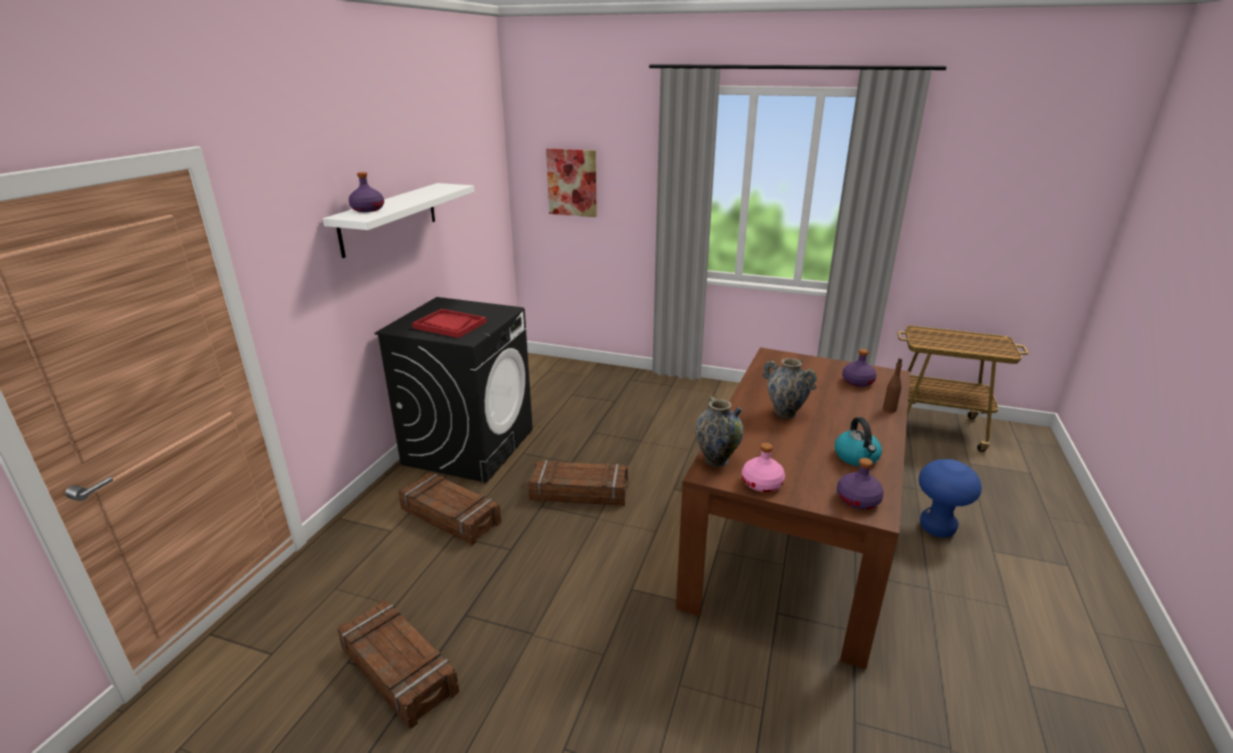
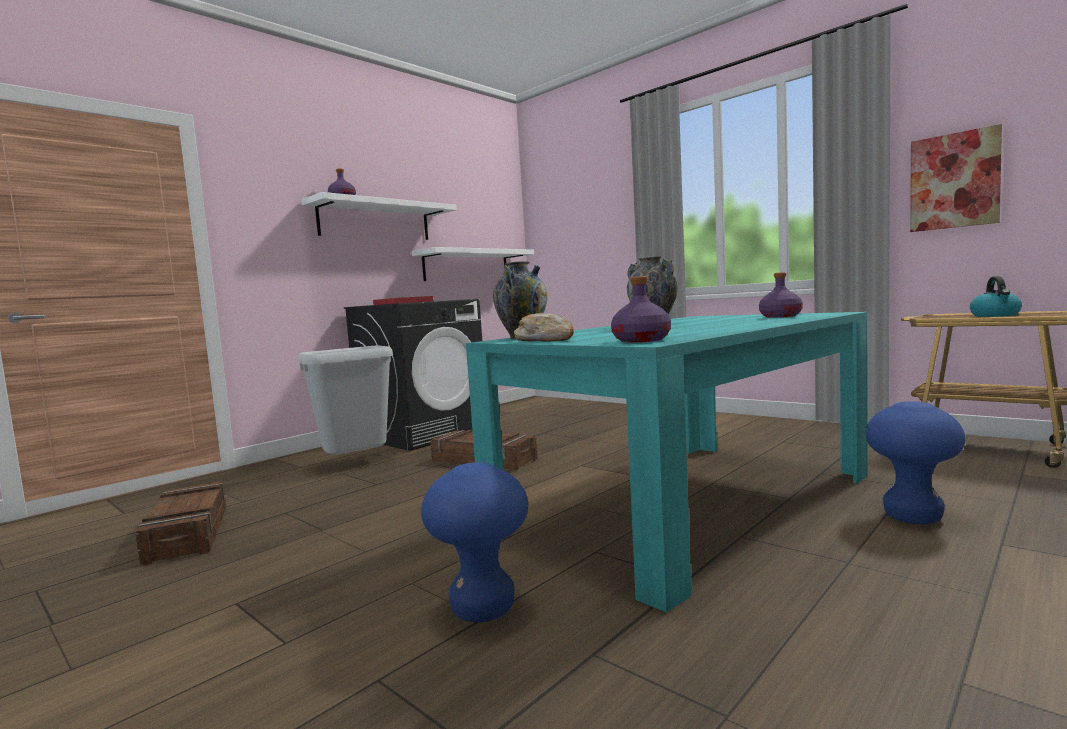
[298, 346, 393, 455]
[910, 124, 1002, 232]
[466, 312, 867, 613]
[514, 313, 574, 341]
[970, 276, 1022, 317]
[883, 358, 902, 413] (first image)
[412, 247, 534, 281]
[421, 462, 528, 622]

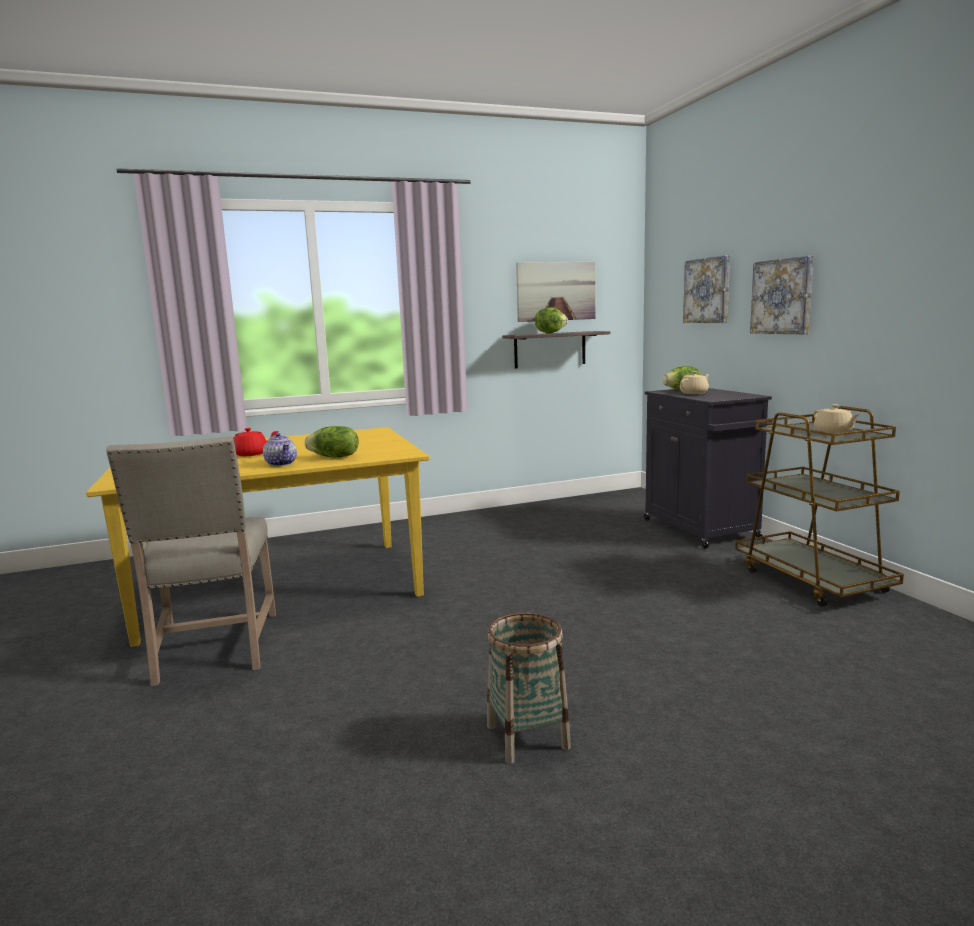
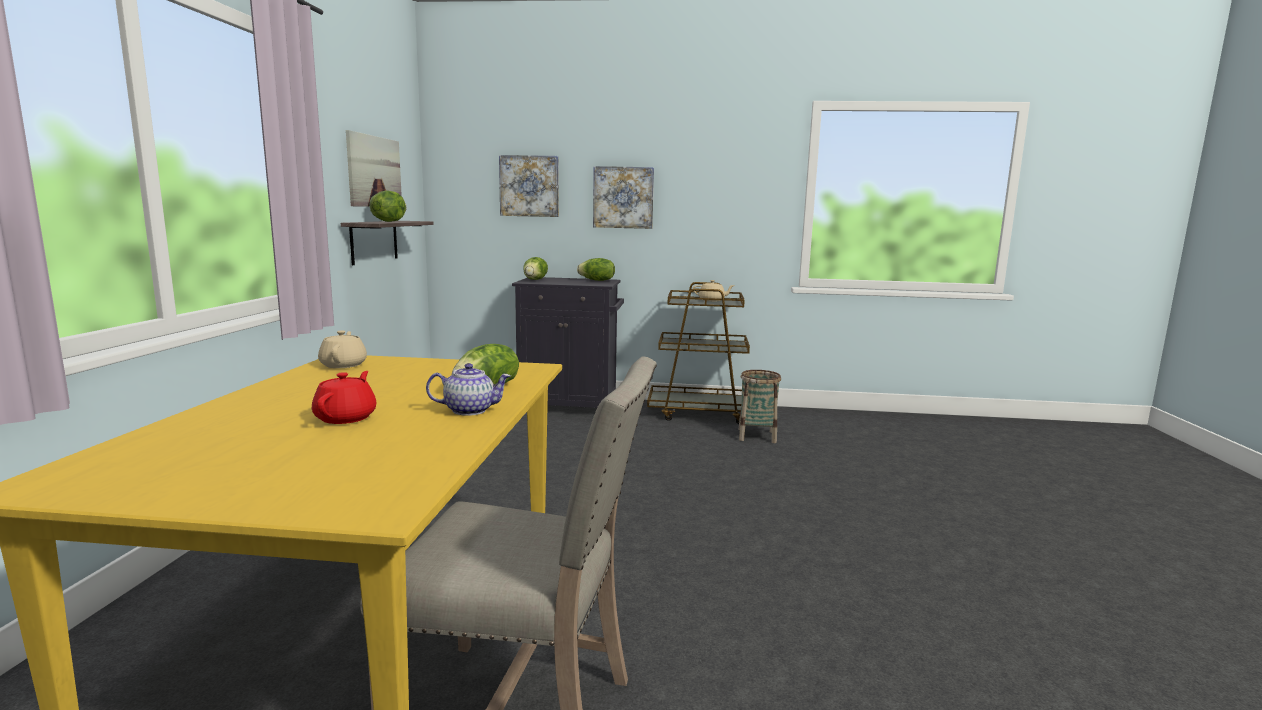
[738, 370, 781, 443]
[318, 330, 367, 368]
[577, 258, 615, 281]

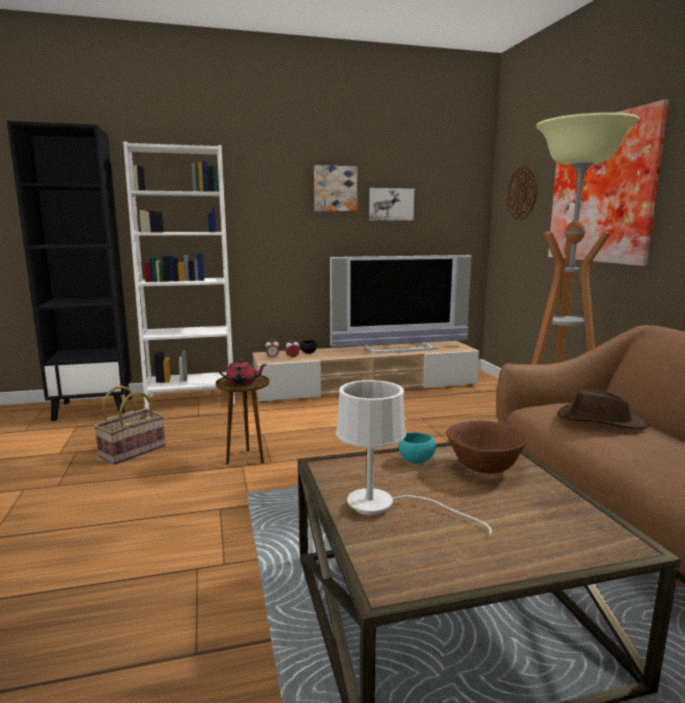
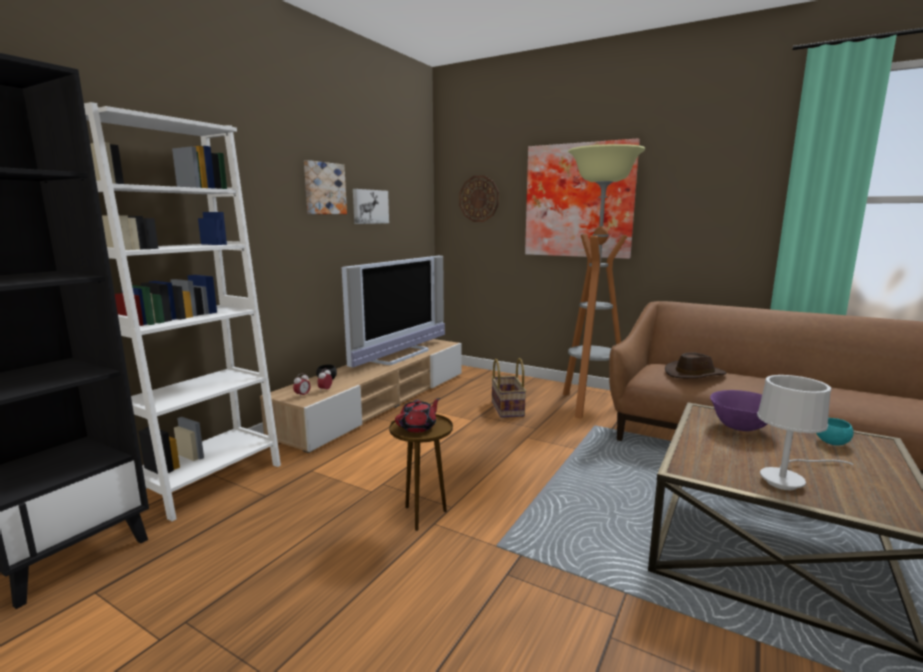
[491, 358, 526, 418]
[816, 418, 854, 445]
[710, 390, 767, 431]

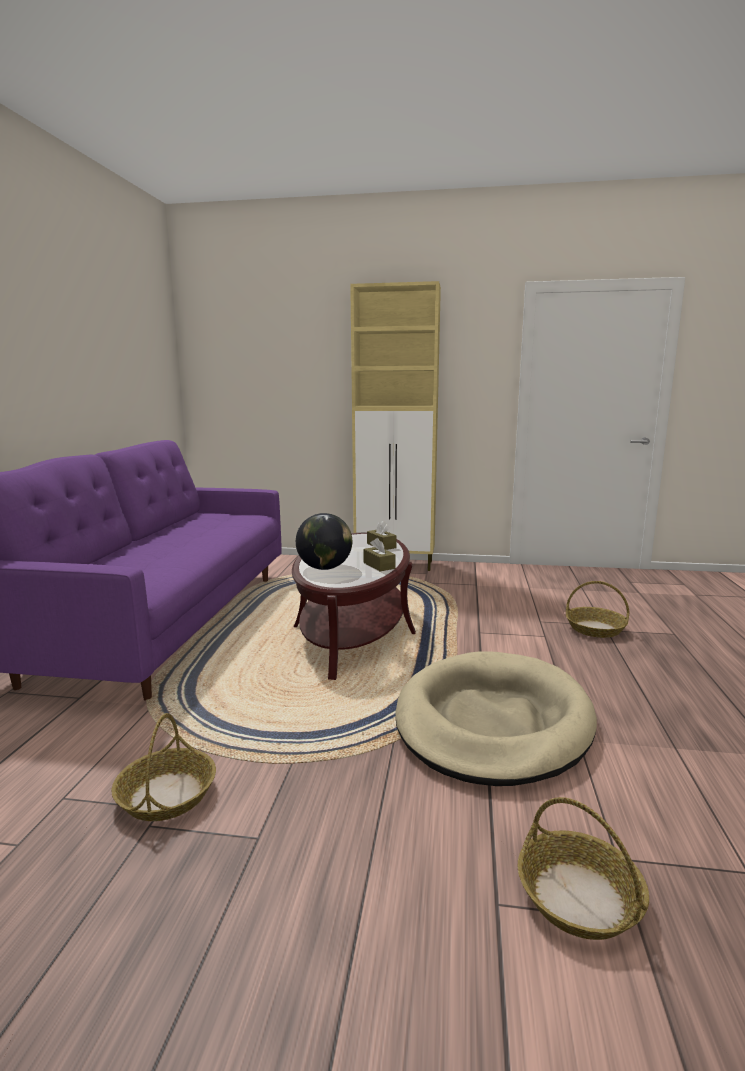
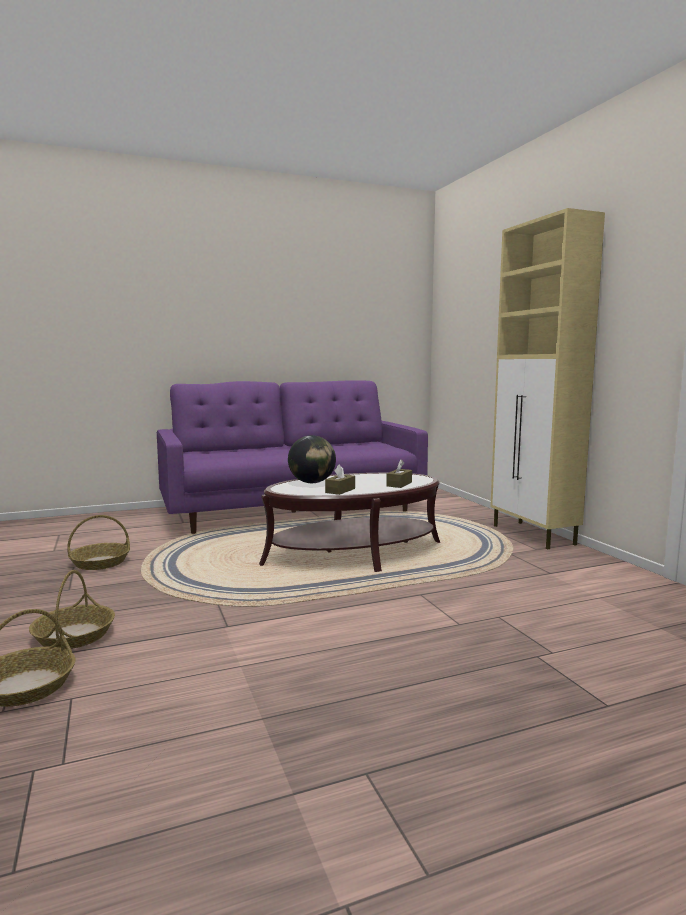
[395, 652, 597, 786] (first image)
[29, 570, 115, 649]

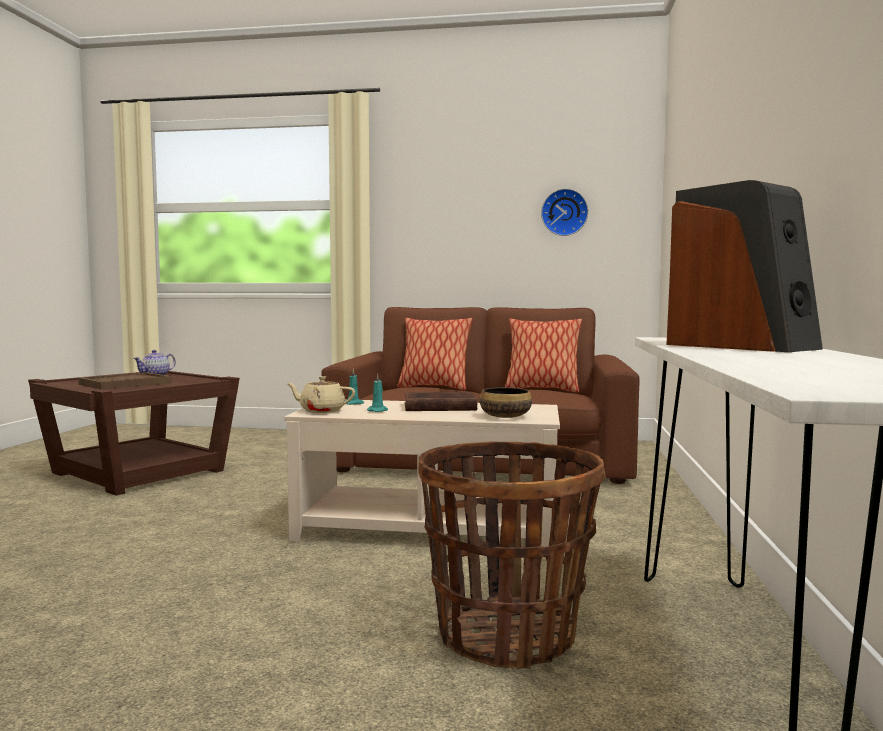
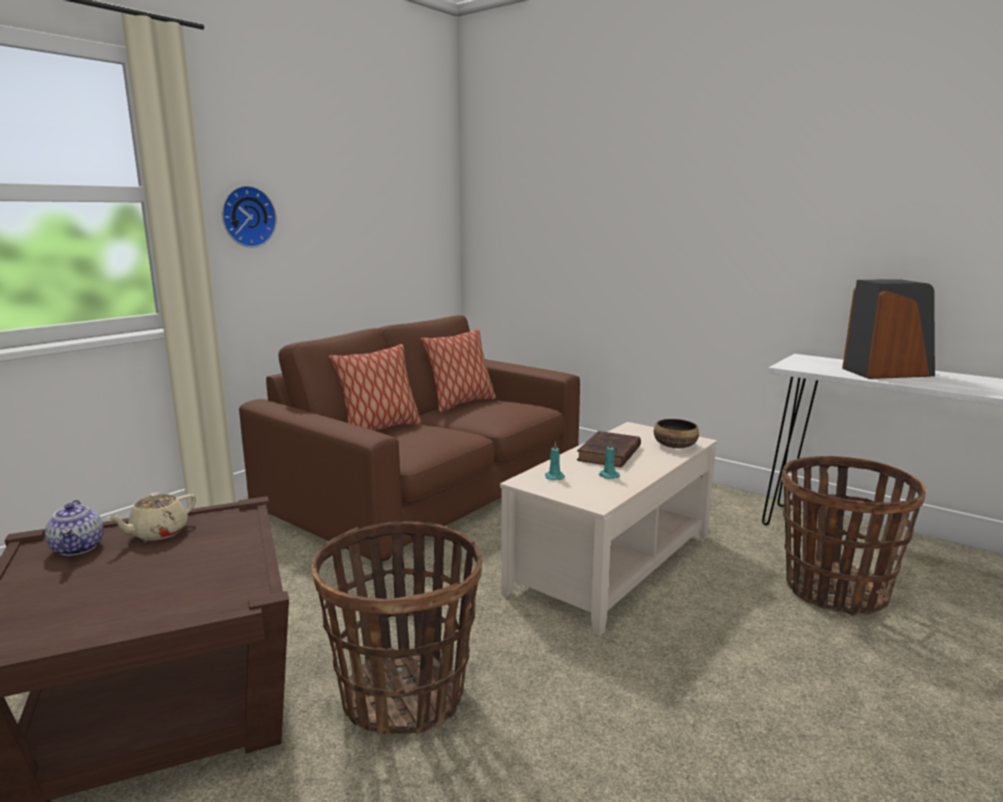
[78, 372, 172, 390] (first image)
[107, 492, 196, 541]
[222, 185, 277, 248]
[312, 521, 483, 735]

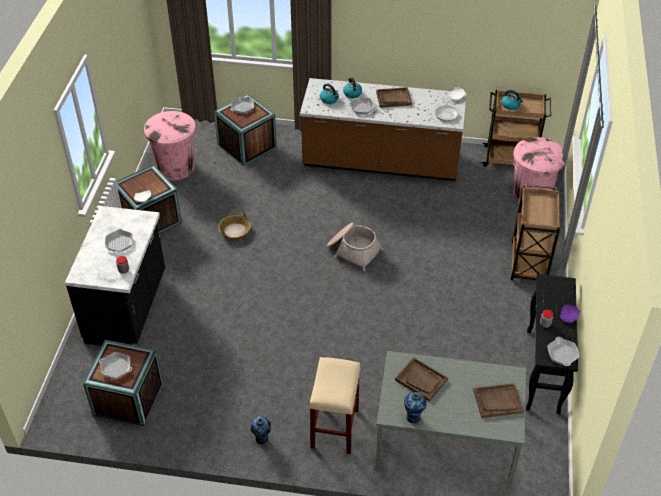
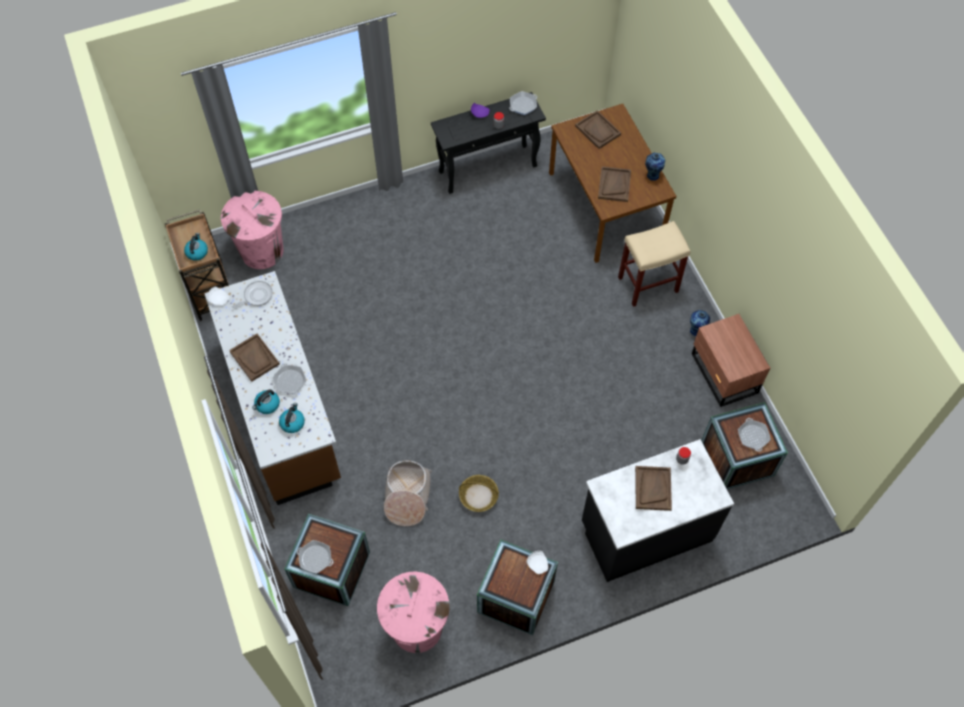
[635, 466, 672, 511]
[384, 460, 432, 526]
[549, 104, 676, 263]
[510, 184, 560, 280] (first image)
[692, 314, 770, 407]

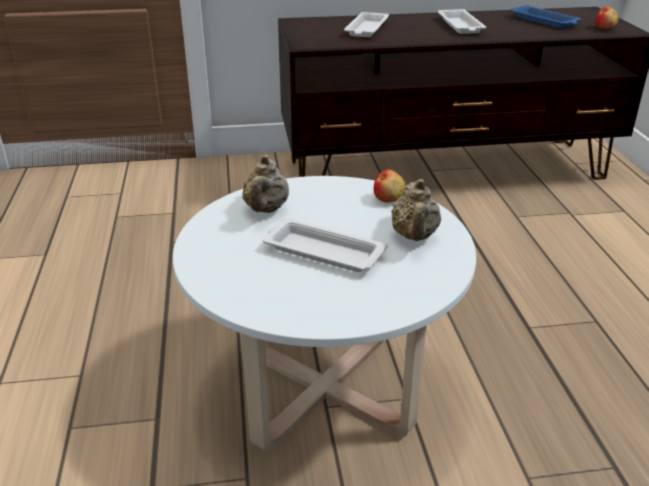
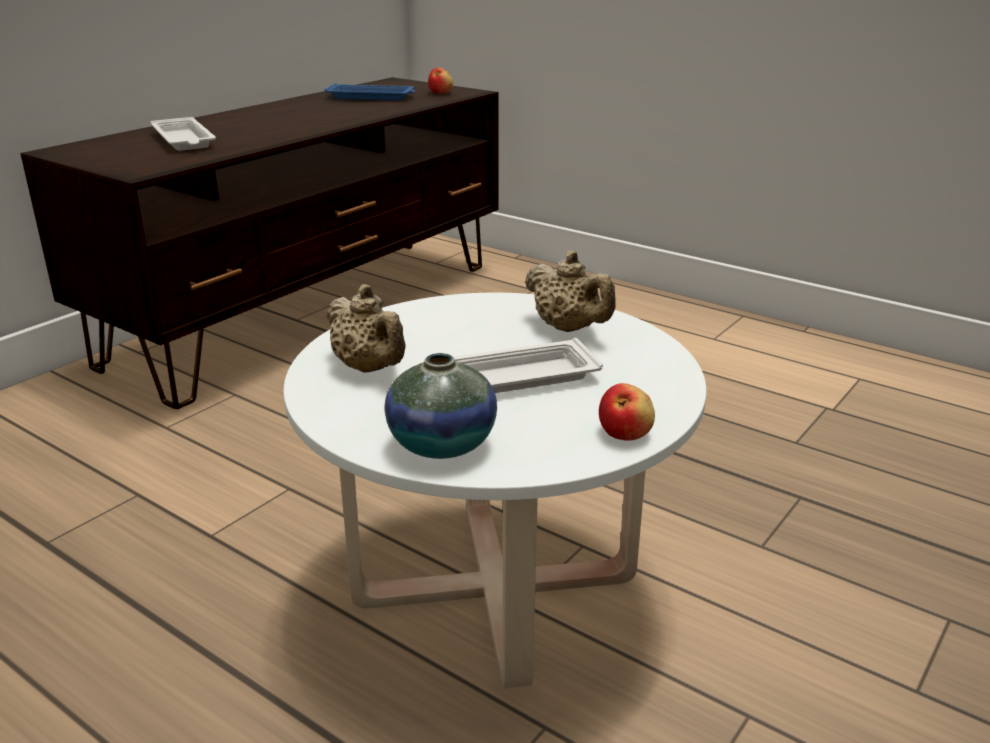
[599, 383, 655, 441]
[438, 9, 486, 34] (first image)
[385, 353, 497, 459]

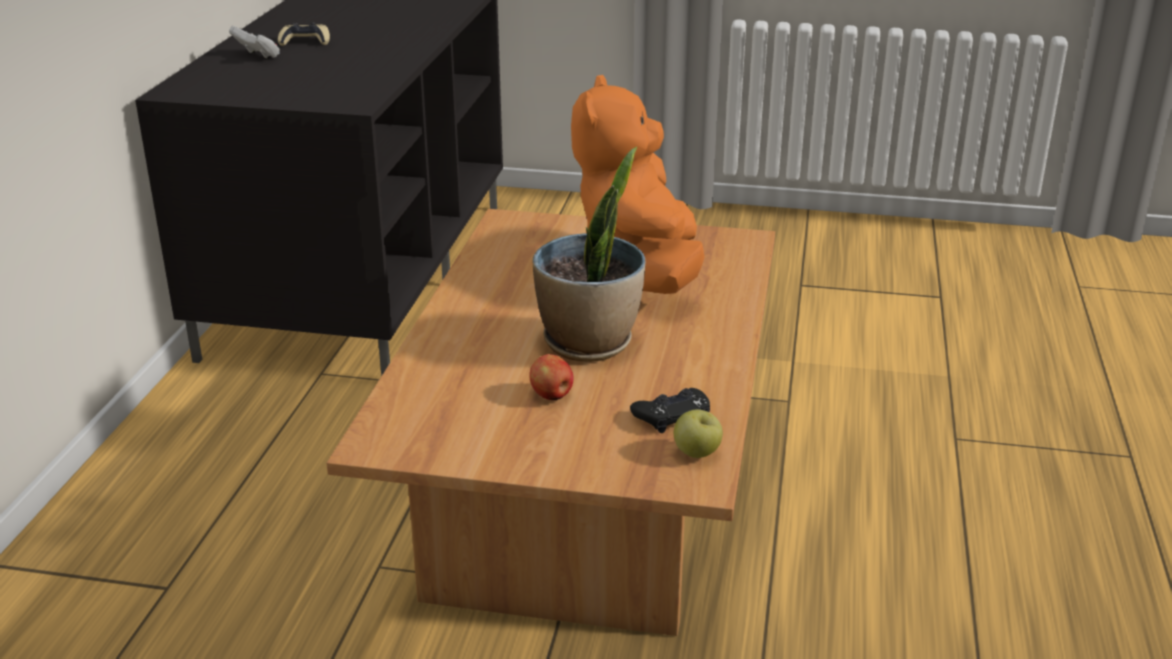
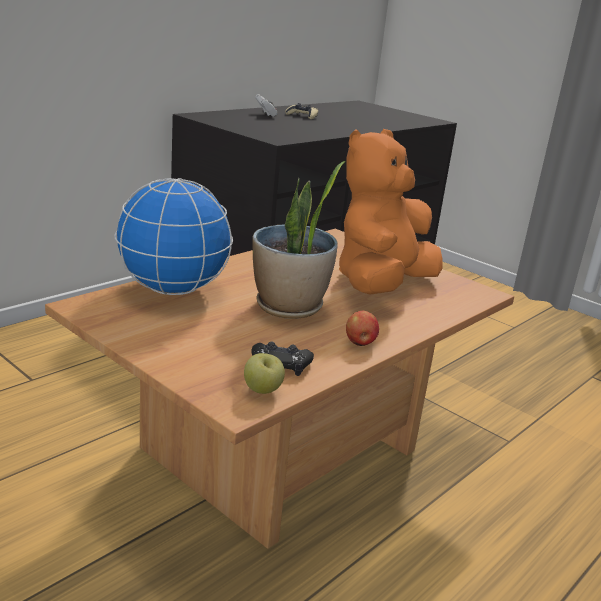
[346, 311, 379, 346]
[114, 178, 233, 295]

